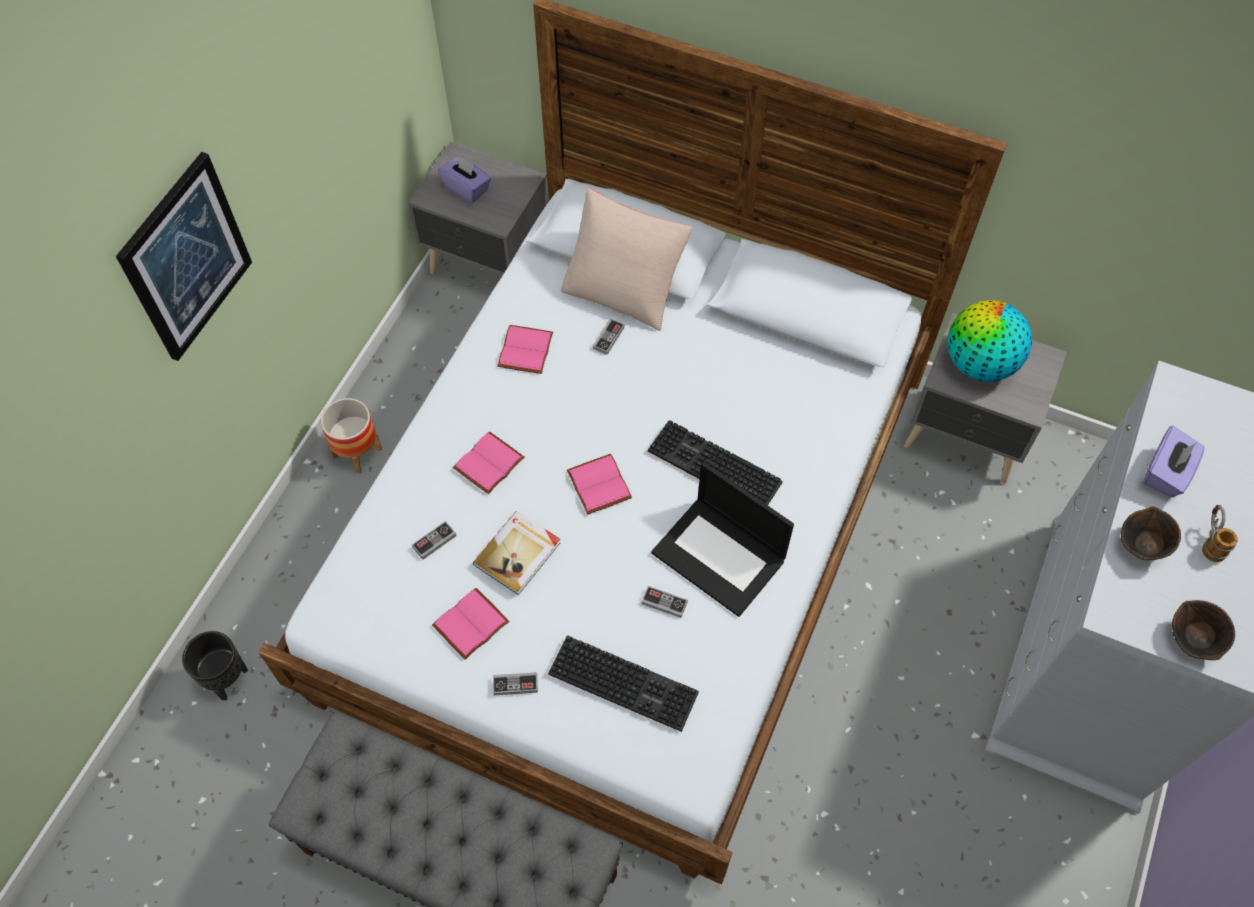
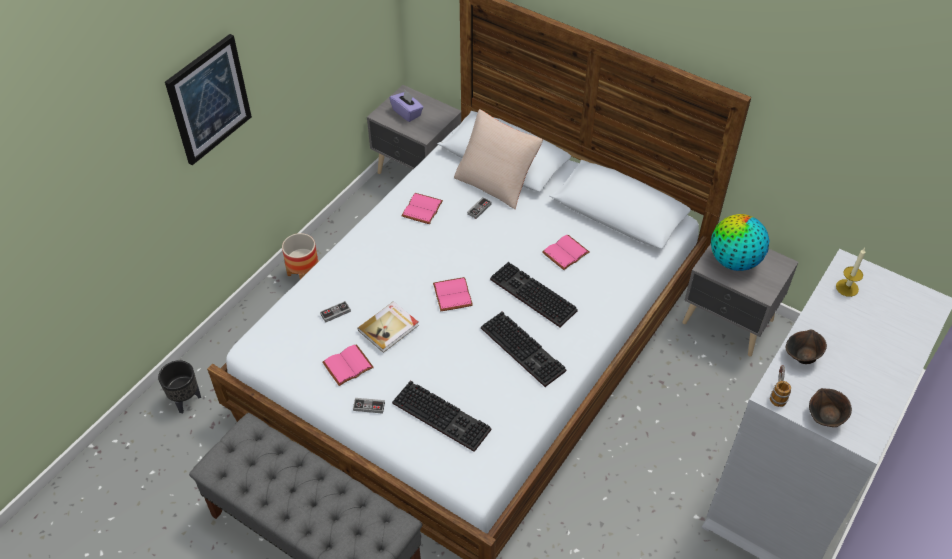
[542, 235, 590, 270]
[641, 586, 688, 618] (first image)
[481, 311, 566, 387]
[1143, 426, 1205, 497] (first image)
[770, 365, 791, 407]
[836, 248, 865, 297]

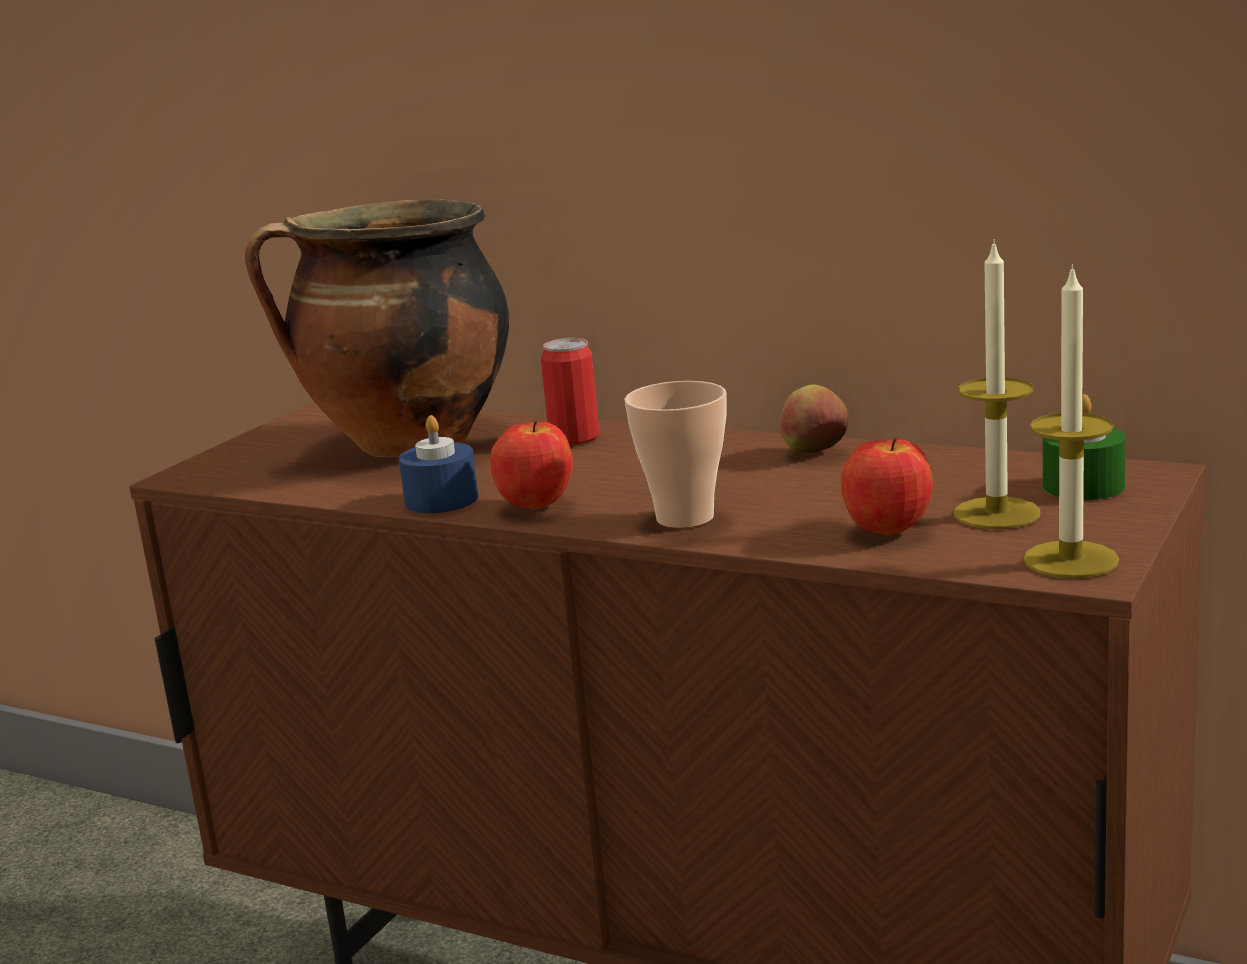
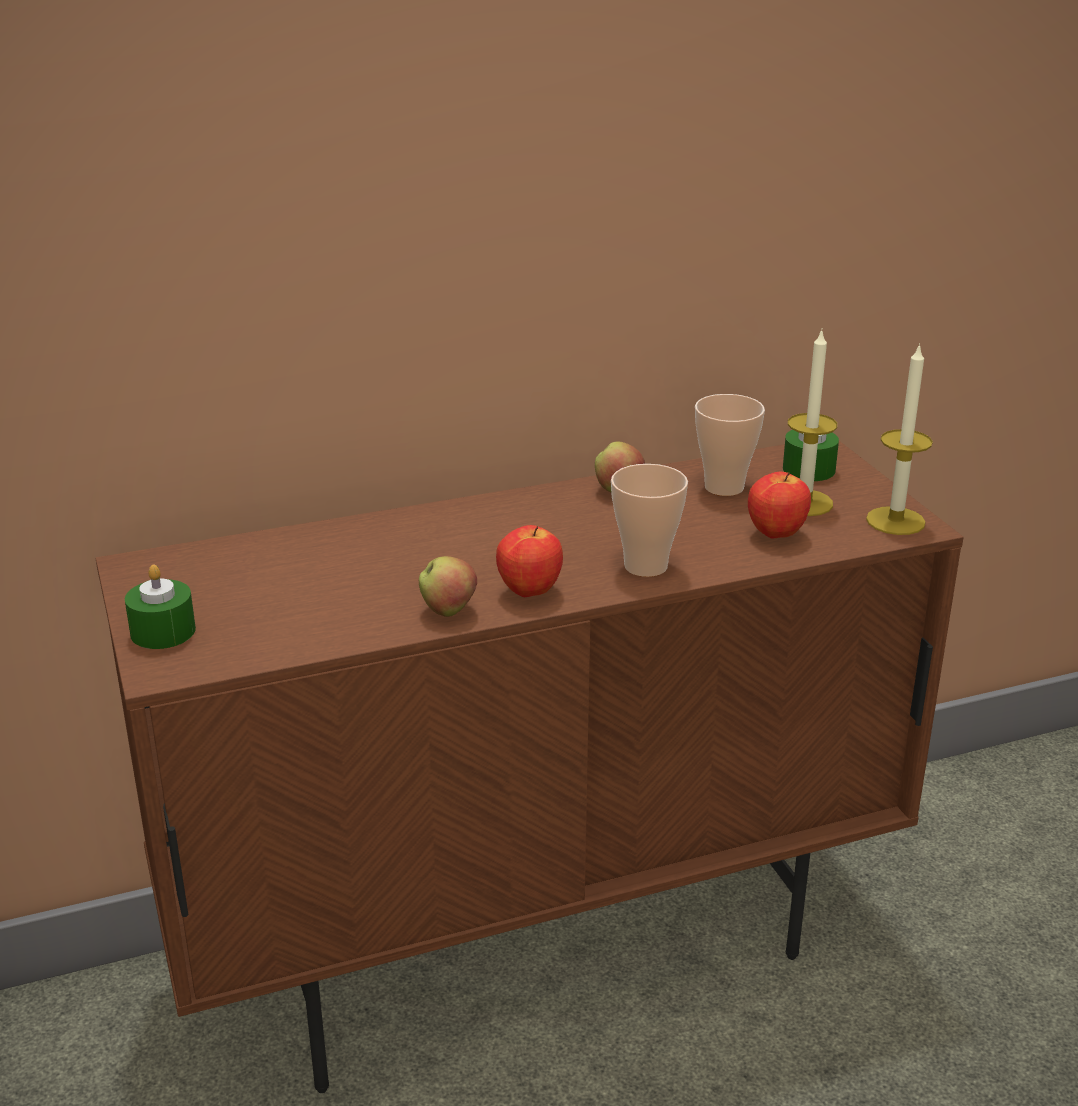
[245, 199, 509, 457] (first image)
[419, 556, 477, 617]
[541, 338, 599, 445] (first image)
[125, 564, 196, 649]
[695, 394, 765, 496]

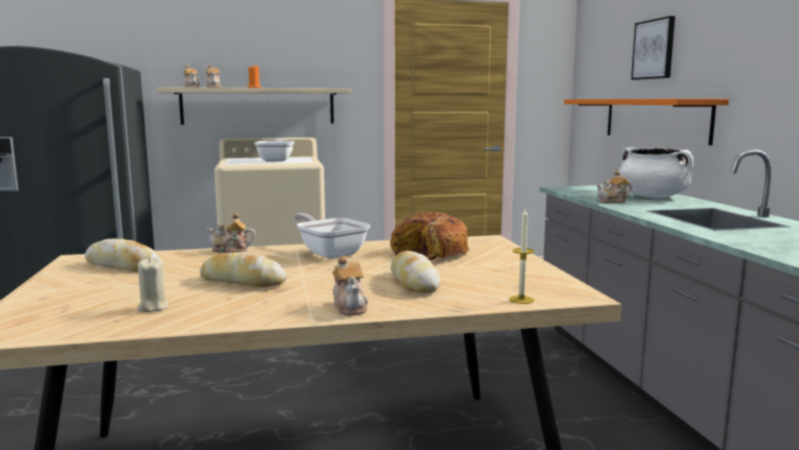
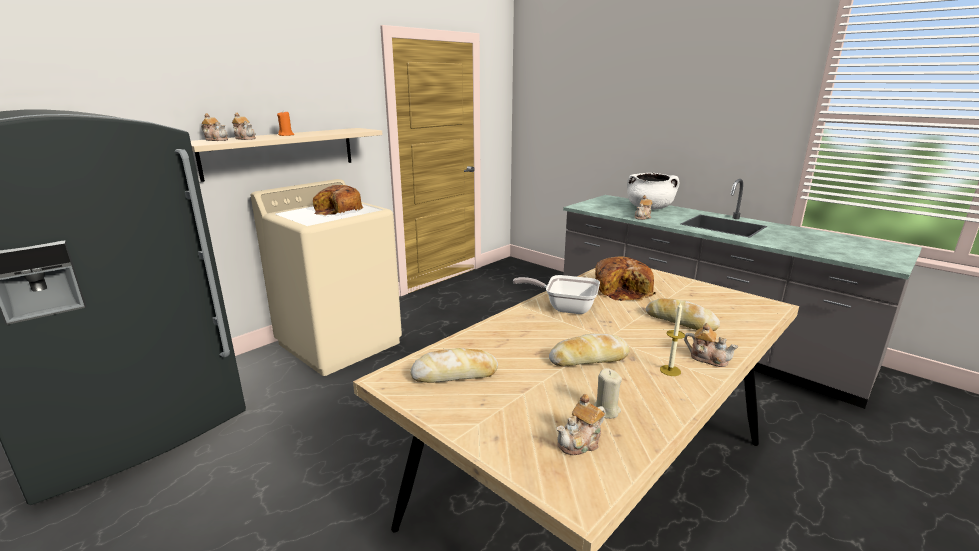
[557, 394, 606, 455]
[313, 185, 363, 215]
[660, 301, 685, 376]
[564, 99, 729, 145] (first image)
[631, 16, 675, 80] (first image)

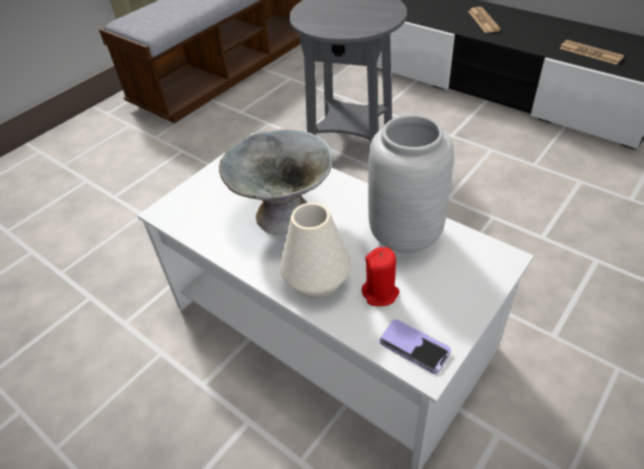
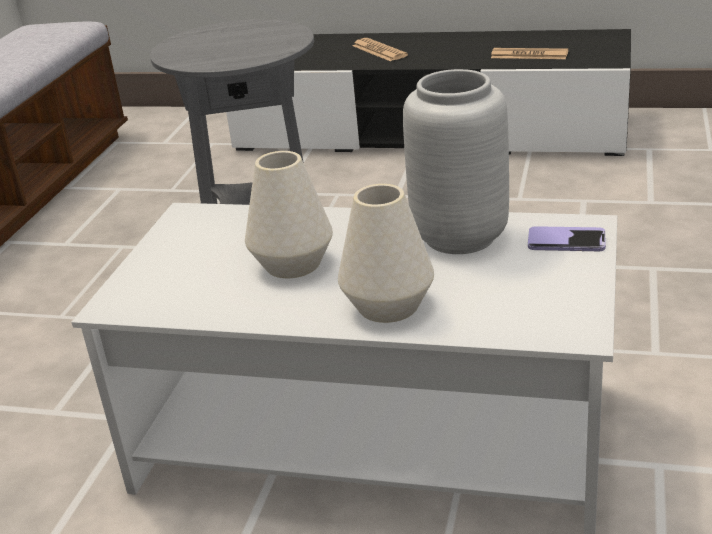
[245, 151, 333, 278]
[362, 247, 400, 306] (first image)
[528, 226, 606, 251]

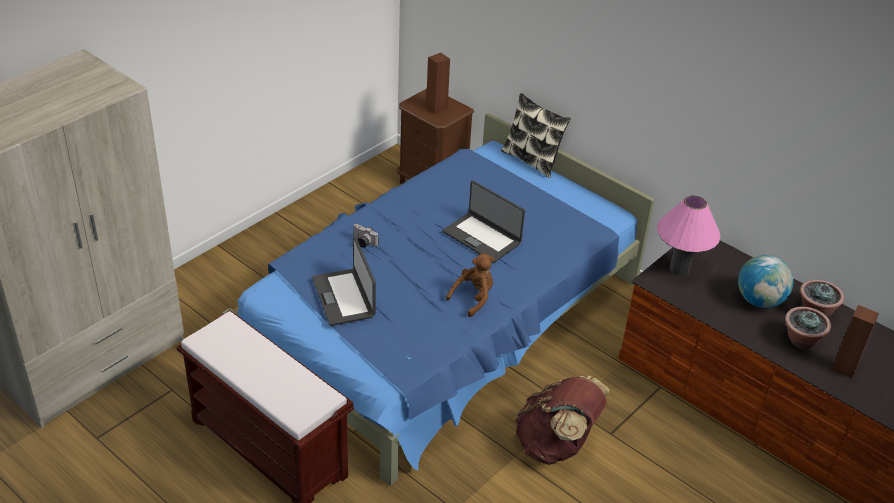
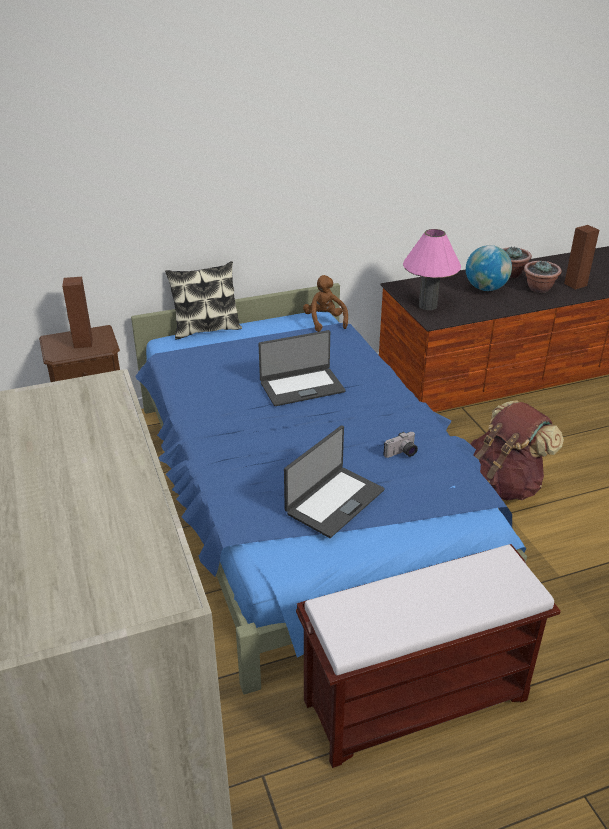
[284, 425, 385, 538]
[384, 432, 418, 458]
[303, 275, 348, 332]

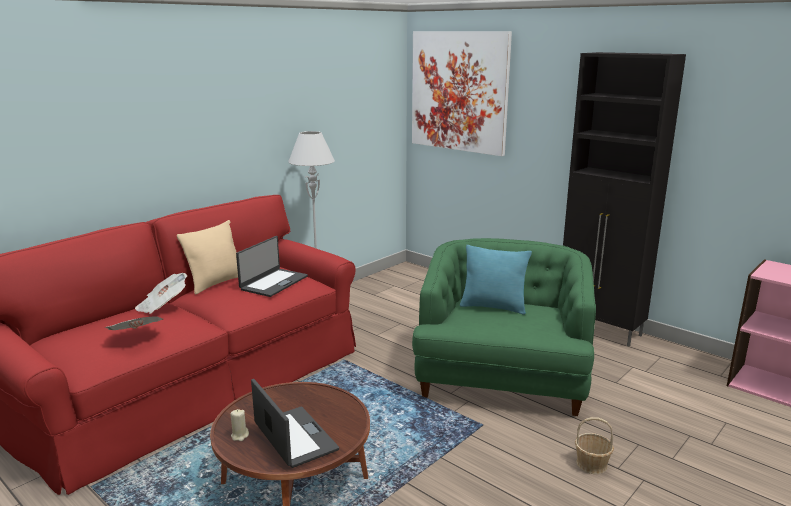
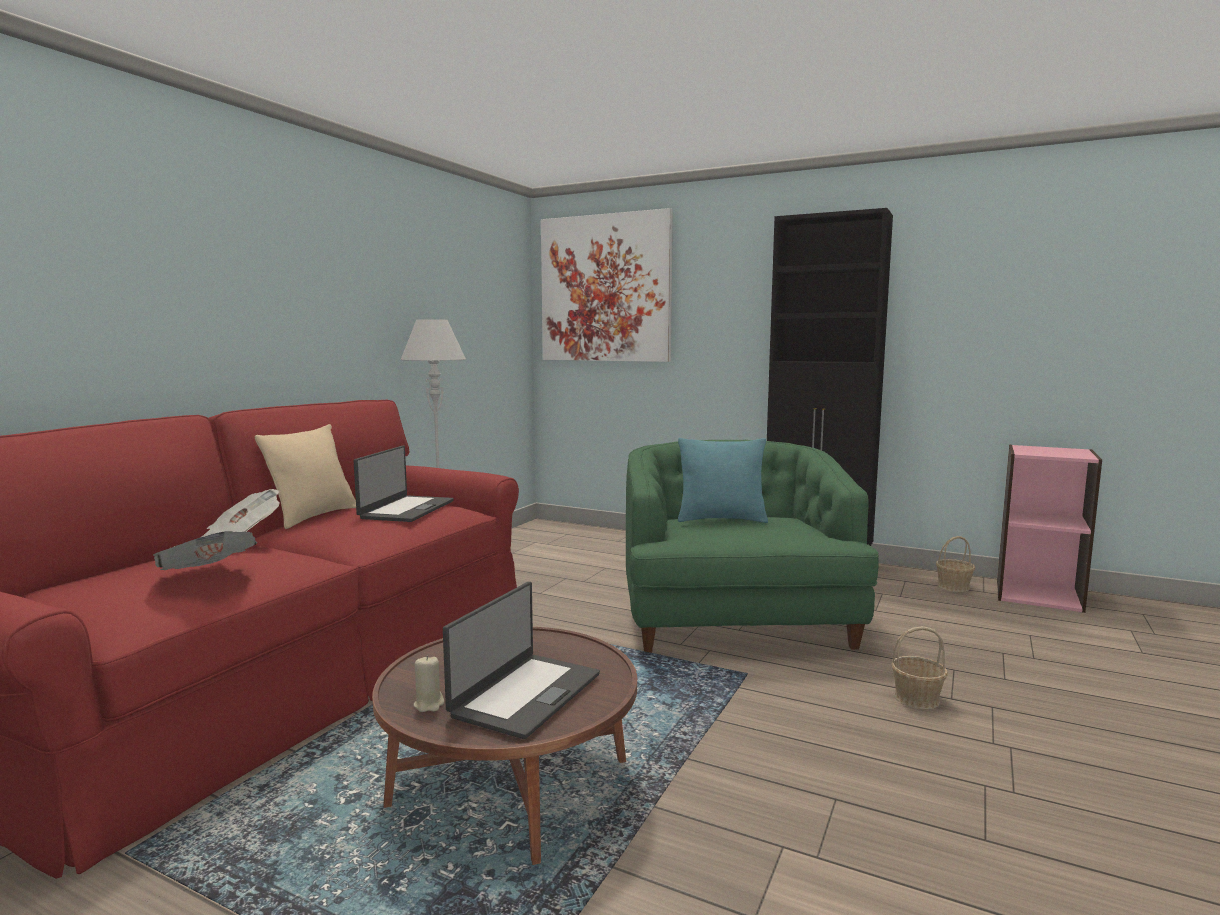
[443, 582, 600, 739]
[936, 536, 975, 592]

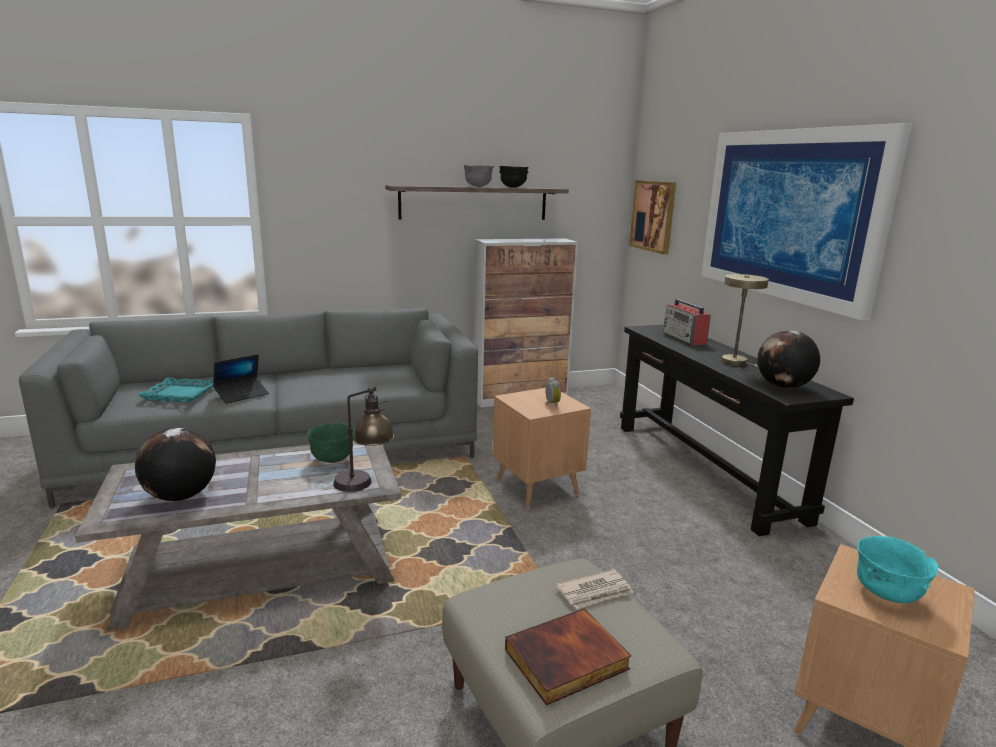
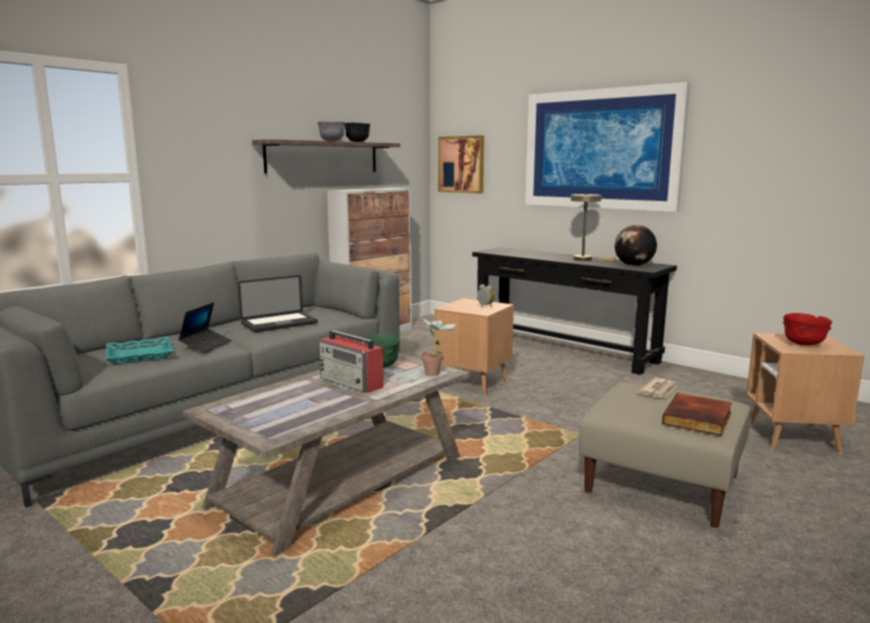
[135, 428, 216, 501] (first image)
[420, 316, 457, 376]
[319, 330, 384, 393]
[783, 313, 832, 346]
[238, 275, 318, 332]

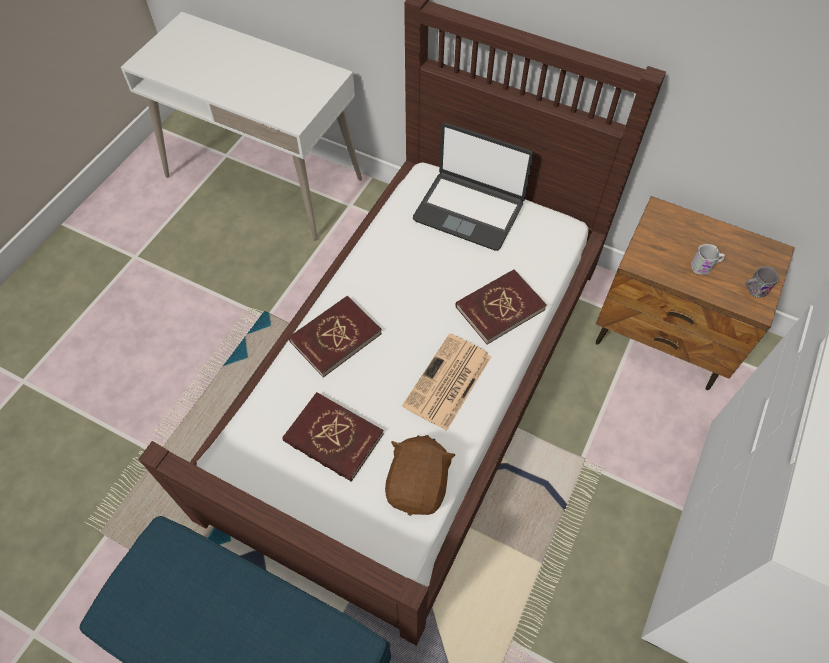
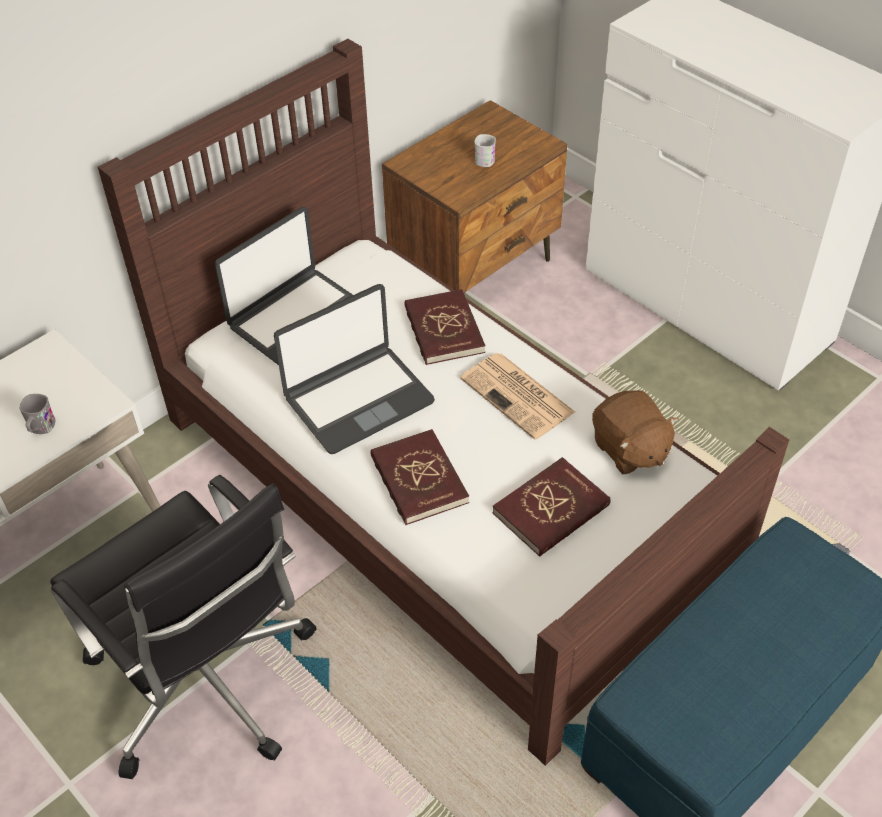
[592, 390, 679, 474]
[20, 394, 55, 434]
[50, 475, 316, 779]
[274, 284, 435, 454]

